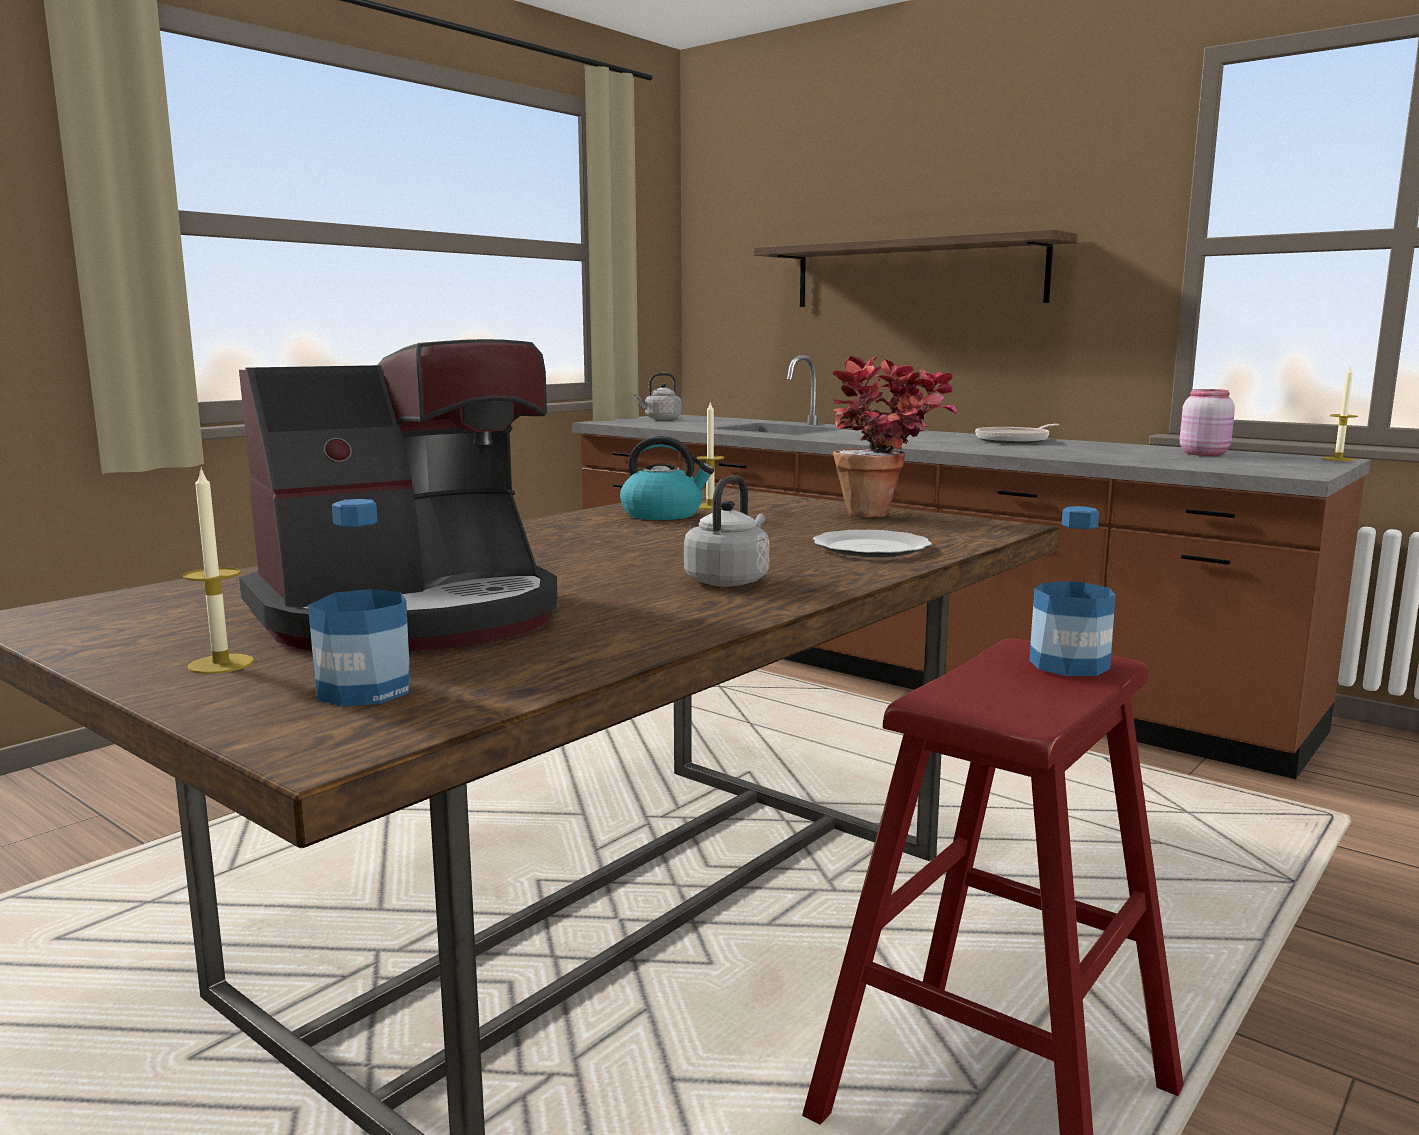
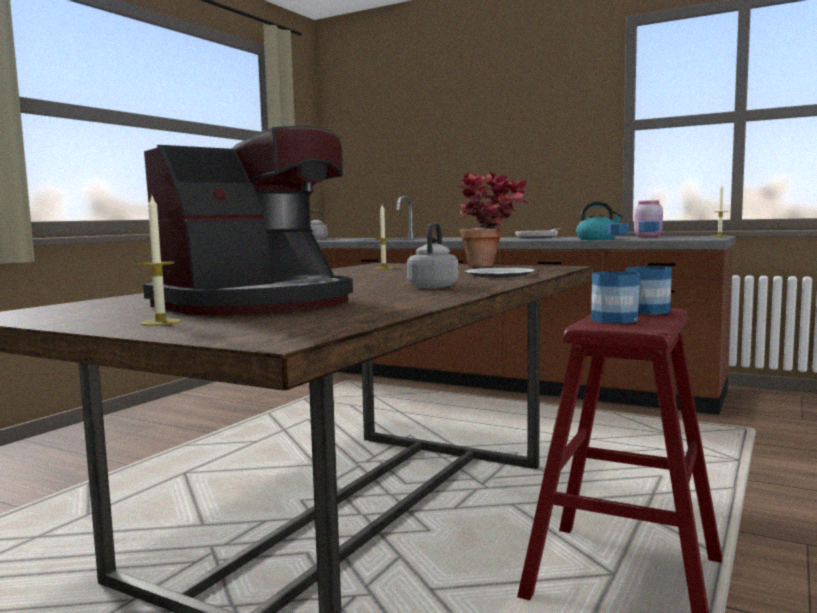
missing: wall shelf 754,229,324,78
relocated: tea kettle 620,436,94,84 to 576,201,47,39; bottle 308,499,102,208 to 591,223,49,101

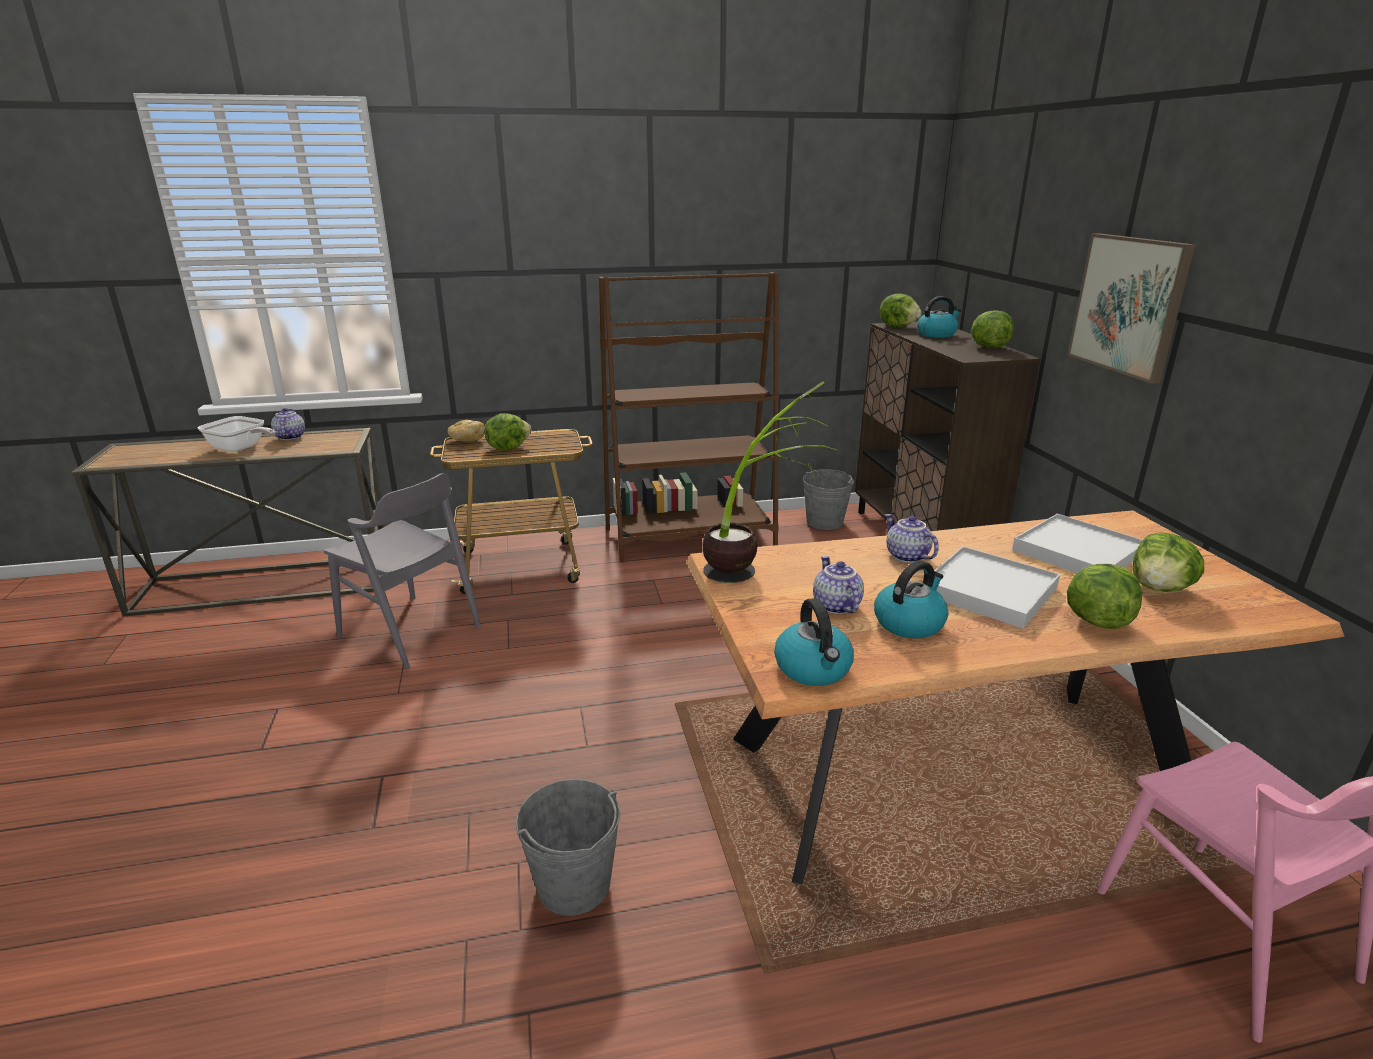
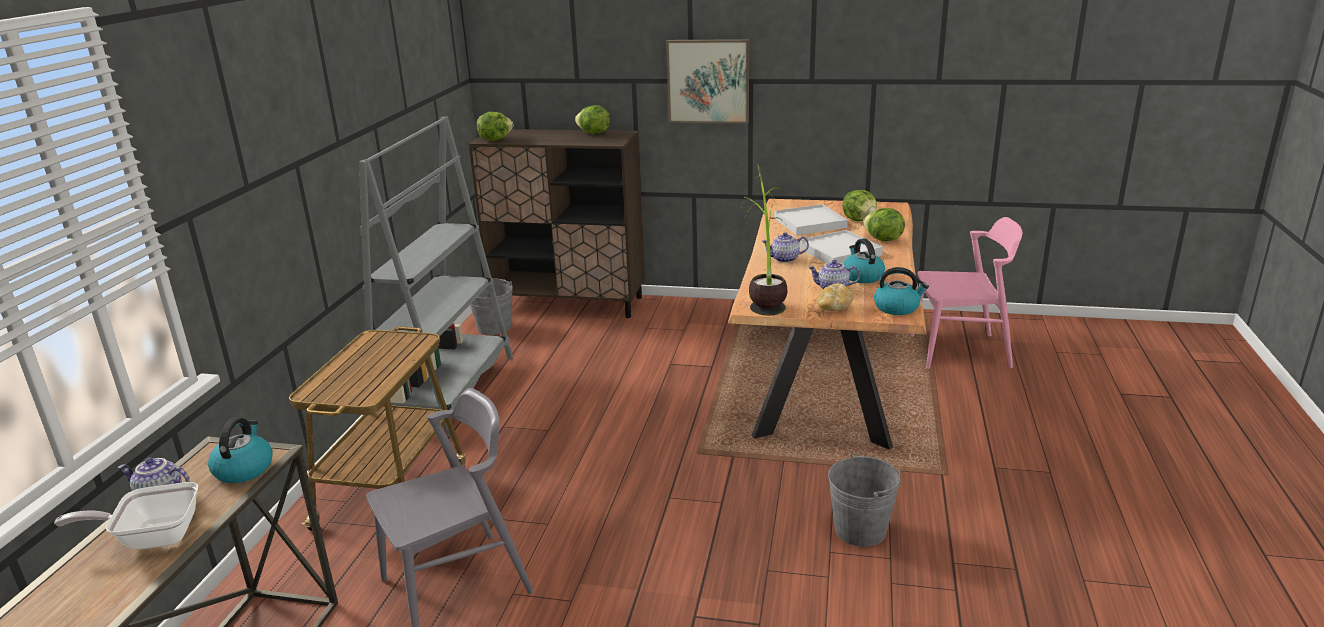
missing: lettuce 484,413,47,37
relocated: tea kettle 917,296,44,42 to 208,417,65,66; bakery bread 448,420,37,21 to 817,283,37,28
colour: bookcase/brownish 599,272,180,290 to bookcase/grey 359,116,154,321
spun: pan 198,416,78,36 = 54,482,144,68 150 degrees counterclockwise

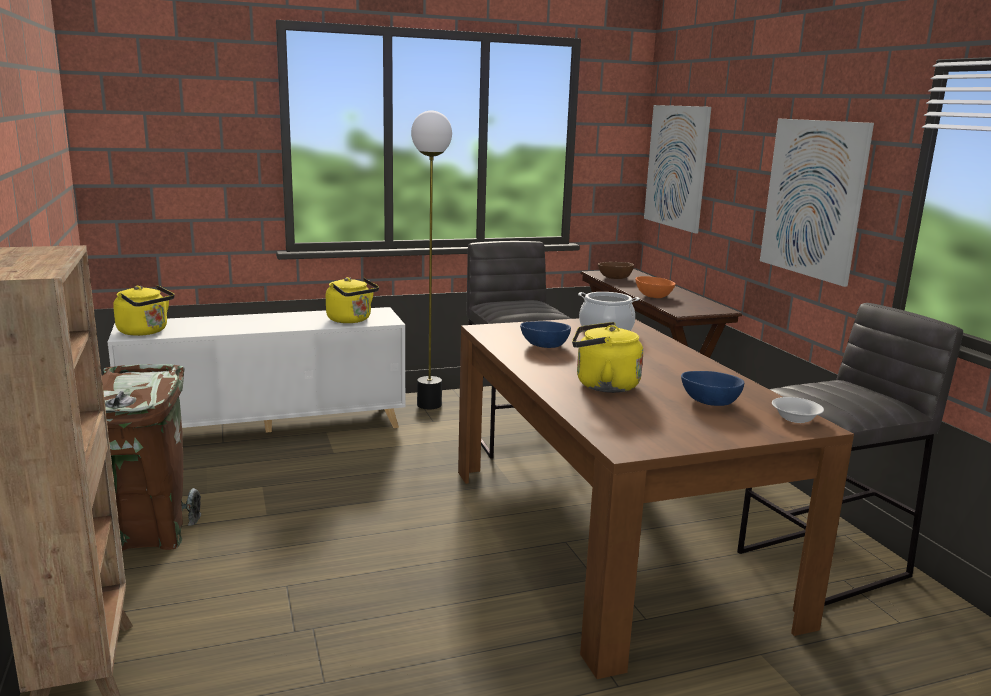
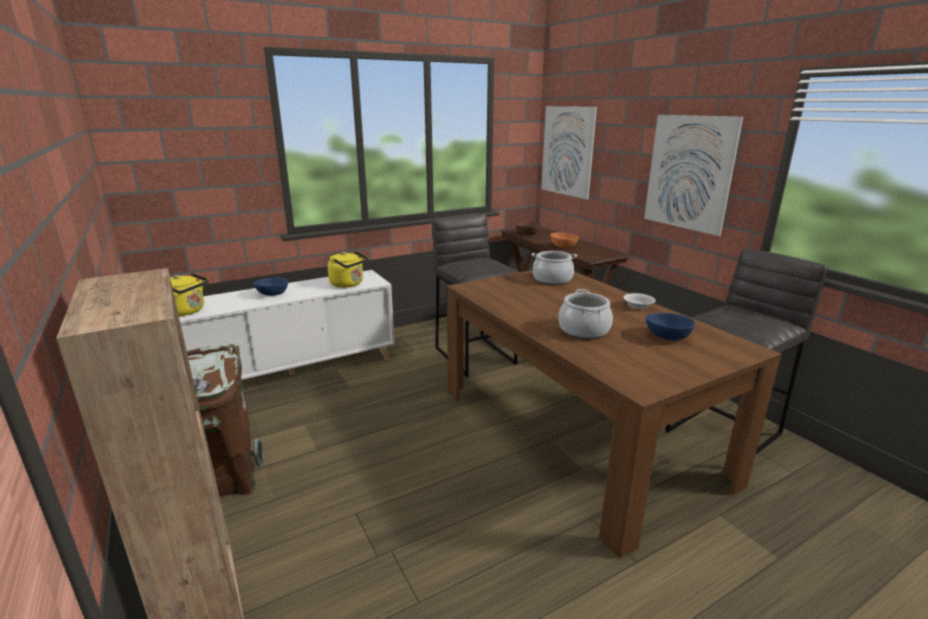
missing: standing lamp 411,110,41,299
relocated: deep dish/blue 520,321,51,27 to 253,278,35,18; deep dish/white 772,397,52,26 to 623,293,33,16
exchanged: tea kettle/yellow-coloured 572,322,71,71 to stockpot 558,289,55,50

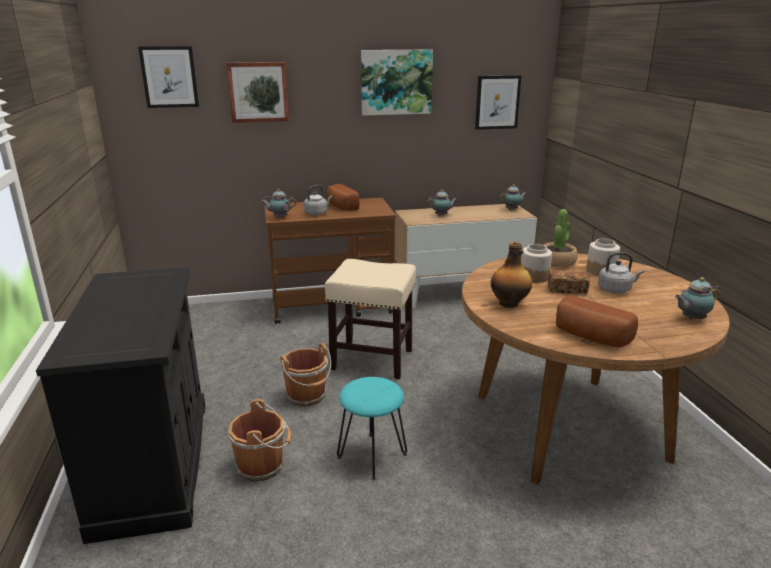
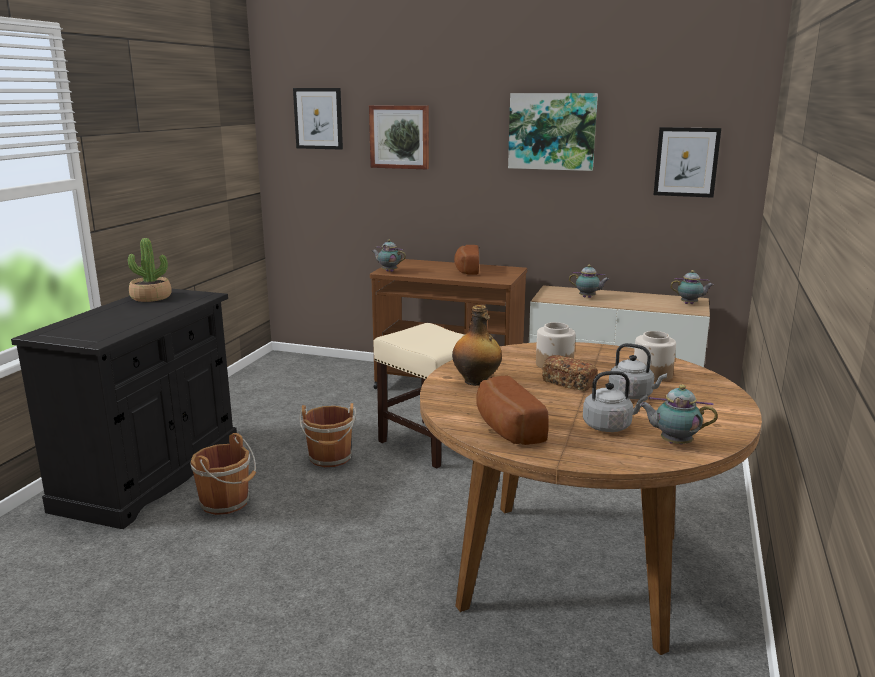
missing: stool seat/turquoise 337,377,70,103
relocated: tea kettle/grey 304,185,28,30 to 583,371,65,61; potted plant 544,209,34,58 to 128,238,44,64

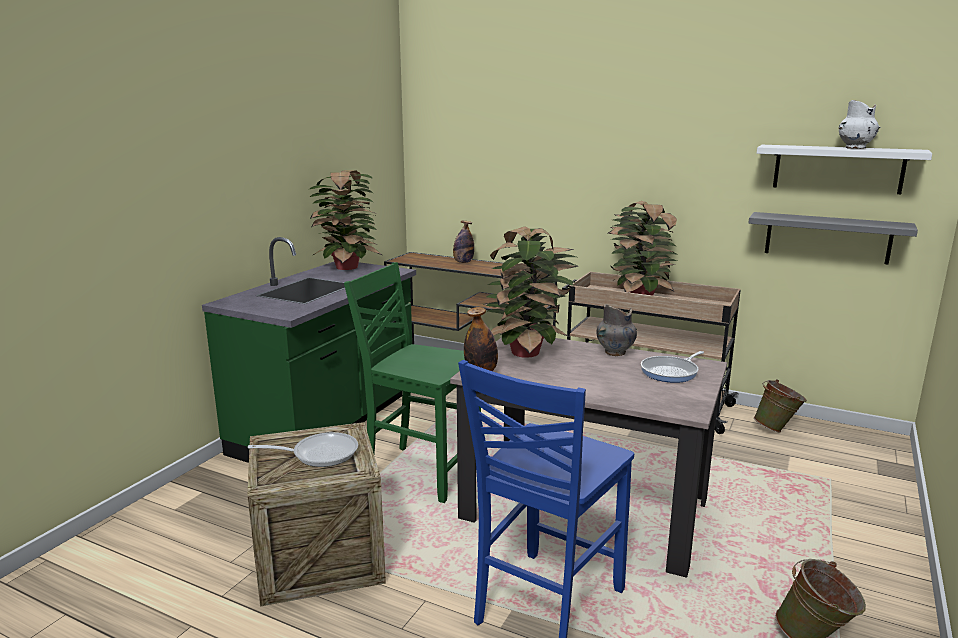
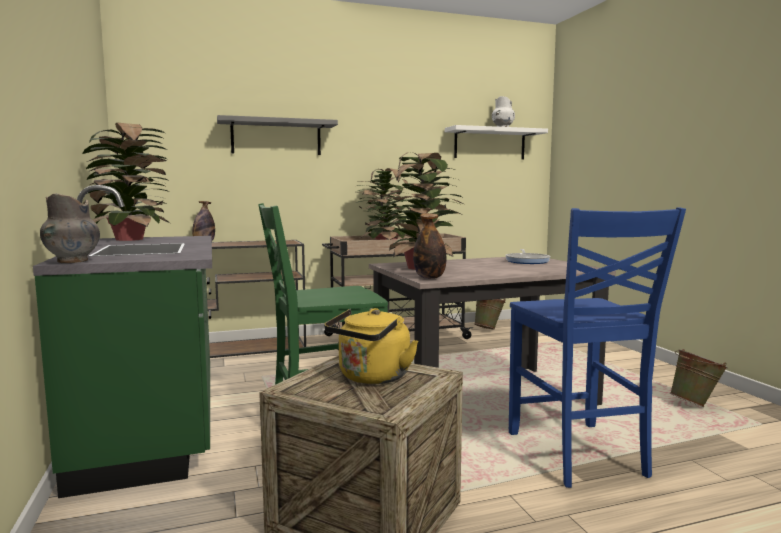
relocated: wall shelf/grey 748,212,170,53 to 217,115,121,40; vase/grey 596,305,41,51 to 40,194,60,69
exchanged: pan 248,432,110,35 to tea kettle/yellow-coloured 324,308,94,76

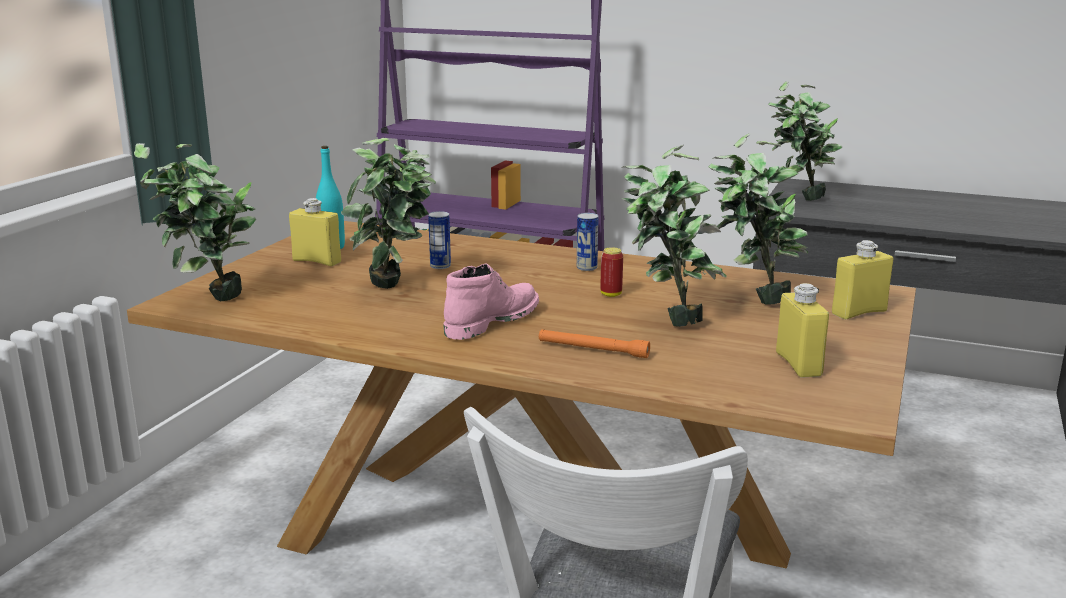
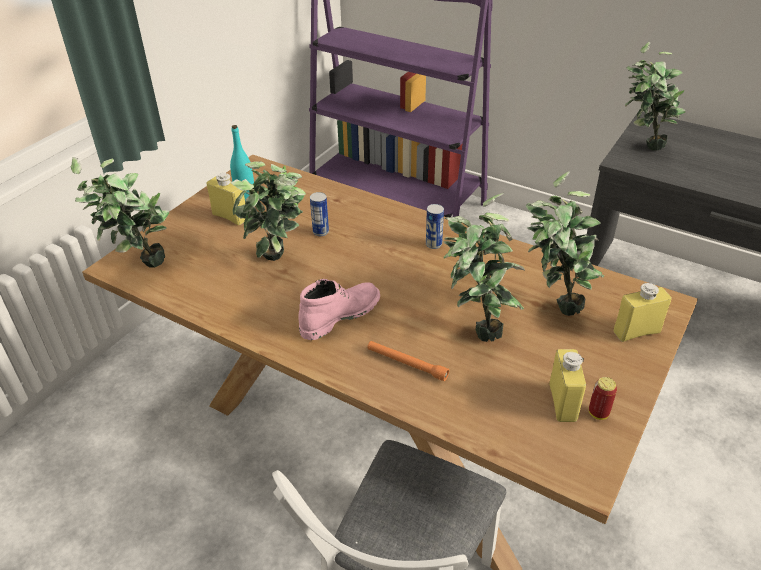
relocated: sealed can 601,247,22,50 to 589,377,28,43

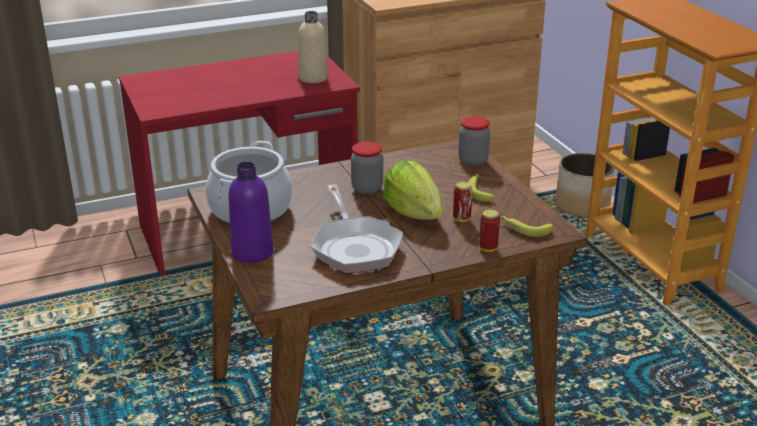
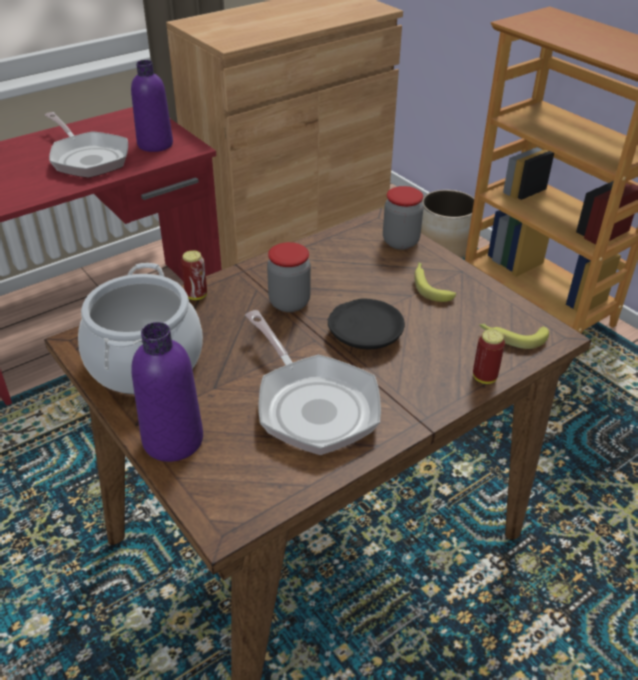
appeared: pan 45,112,83,66
relocated: sealed can 453,181,19,41 to 181,250,26,50
exchanged: lettuce 383,160,60,60 to plate/black-coloured 328,299,77,50
colour: bottle/beige 298,11,30,72 to bottle/purplish 131,60,42,92

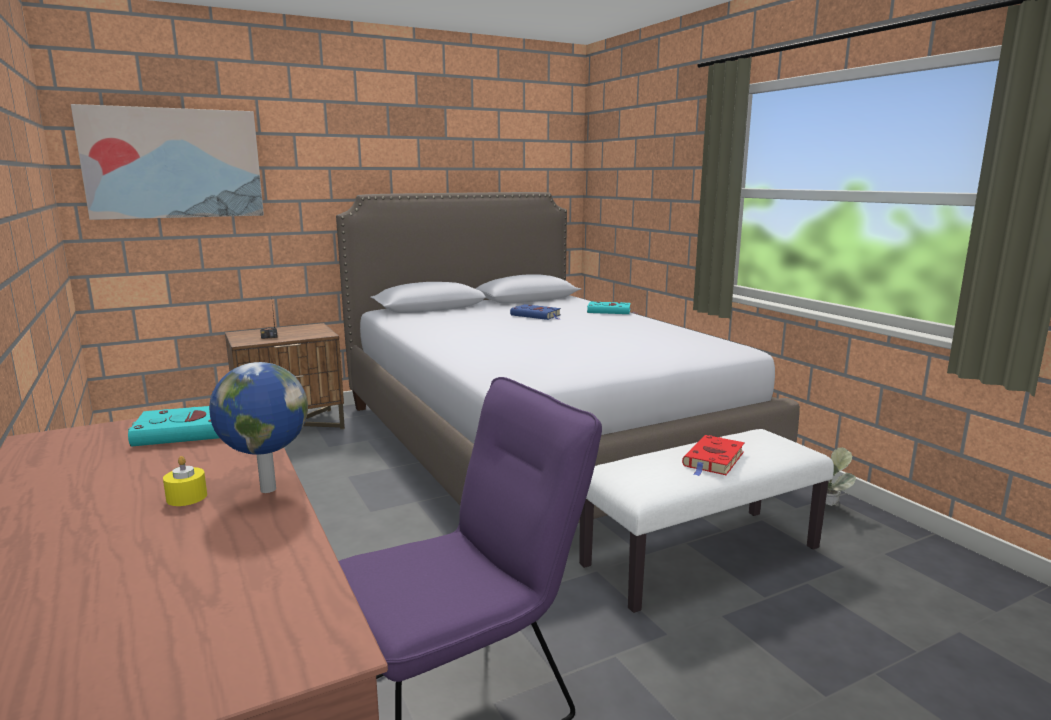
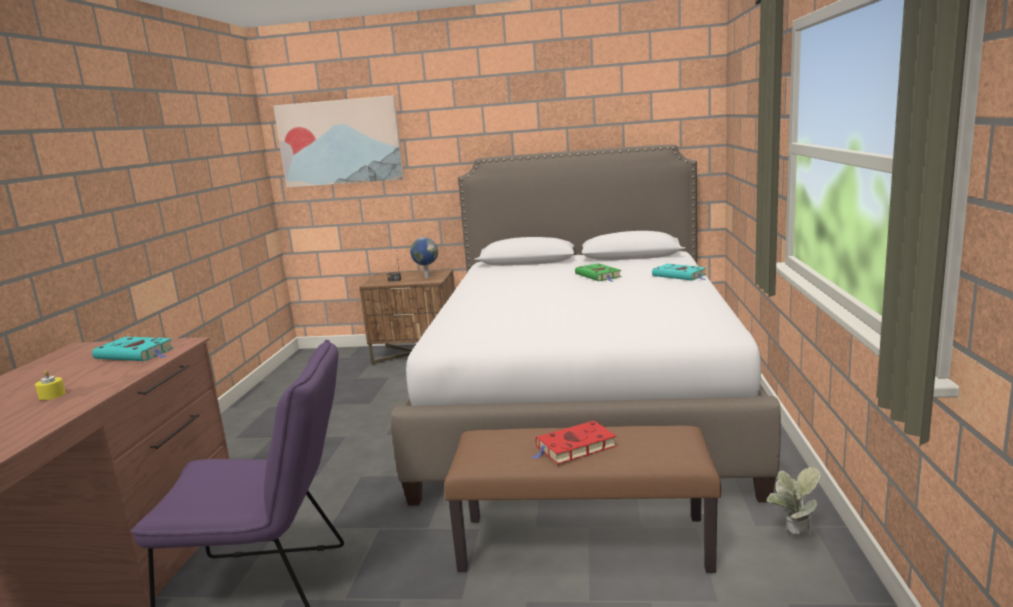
relocated: globe 209,362,99,131 to 410,237,28,41
colour: book/blue 510,304,51,16 to book/green 575,263,47,19; bench/white 579,429,255,184 to bench/brownish 444,425,277,148

